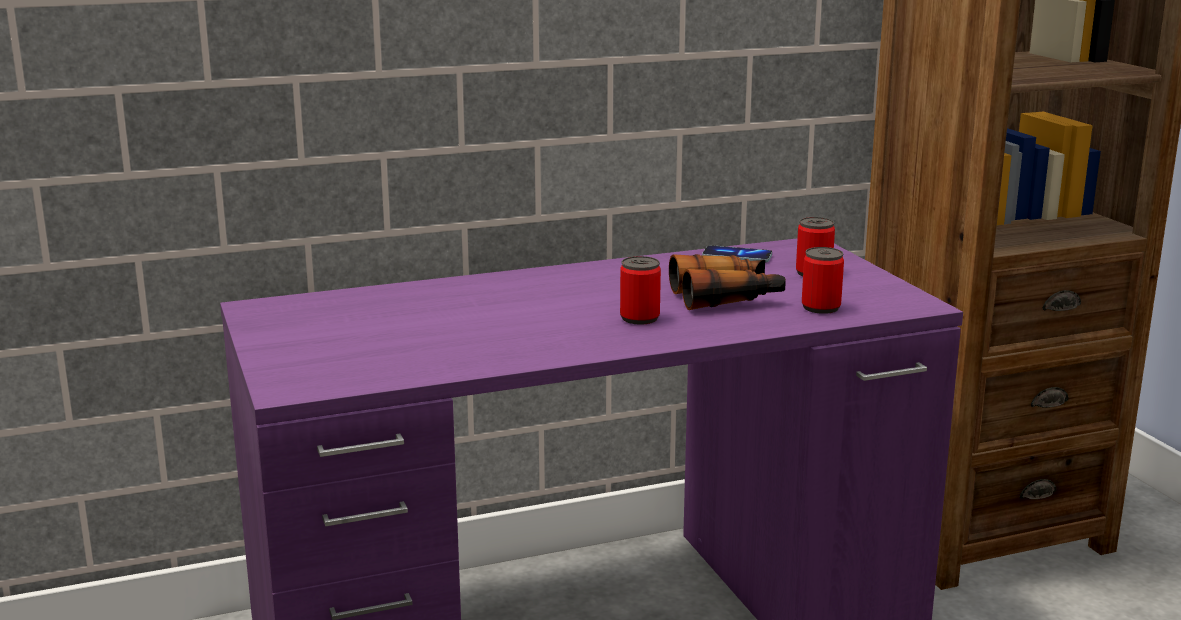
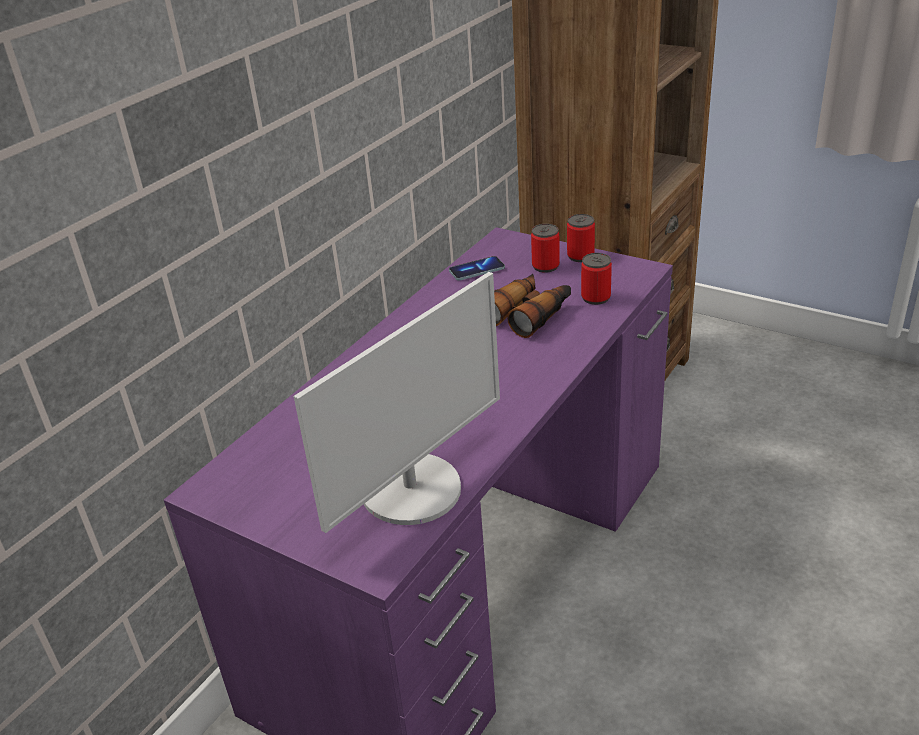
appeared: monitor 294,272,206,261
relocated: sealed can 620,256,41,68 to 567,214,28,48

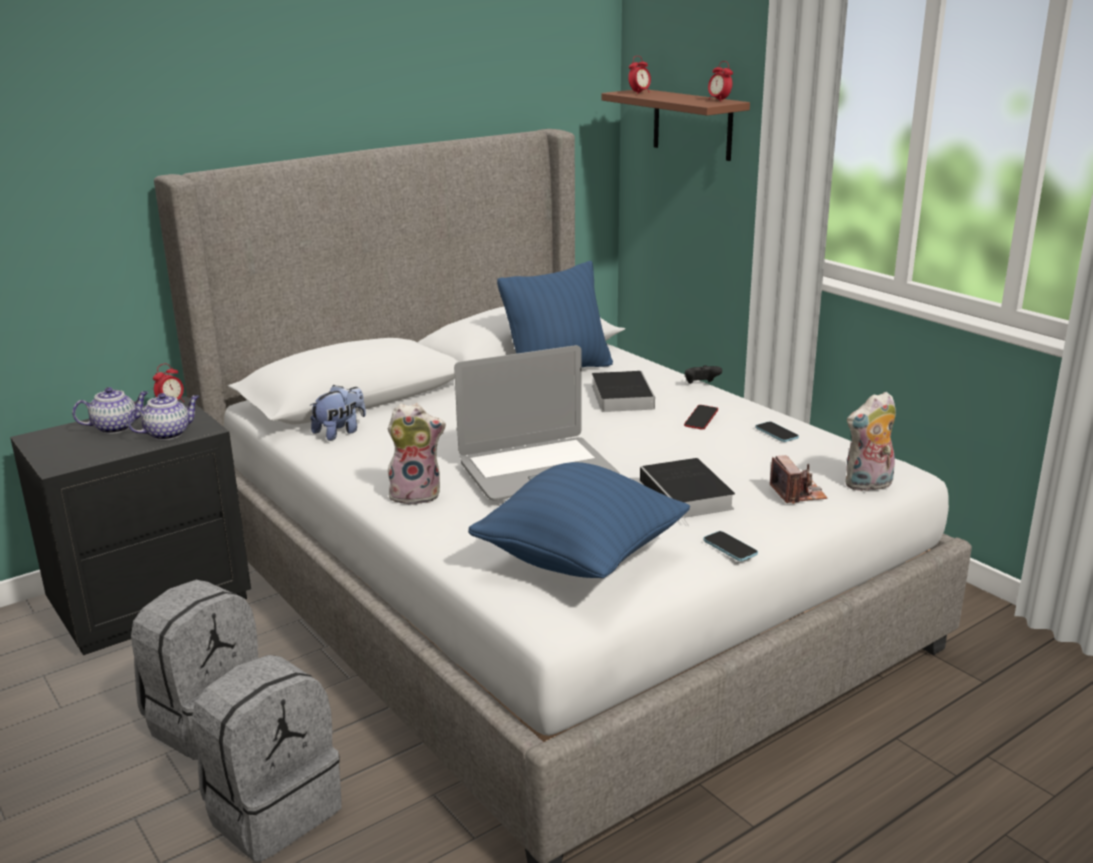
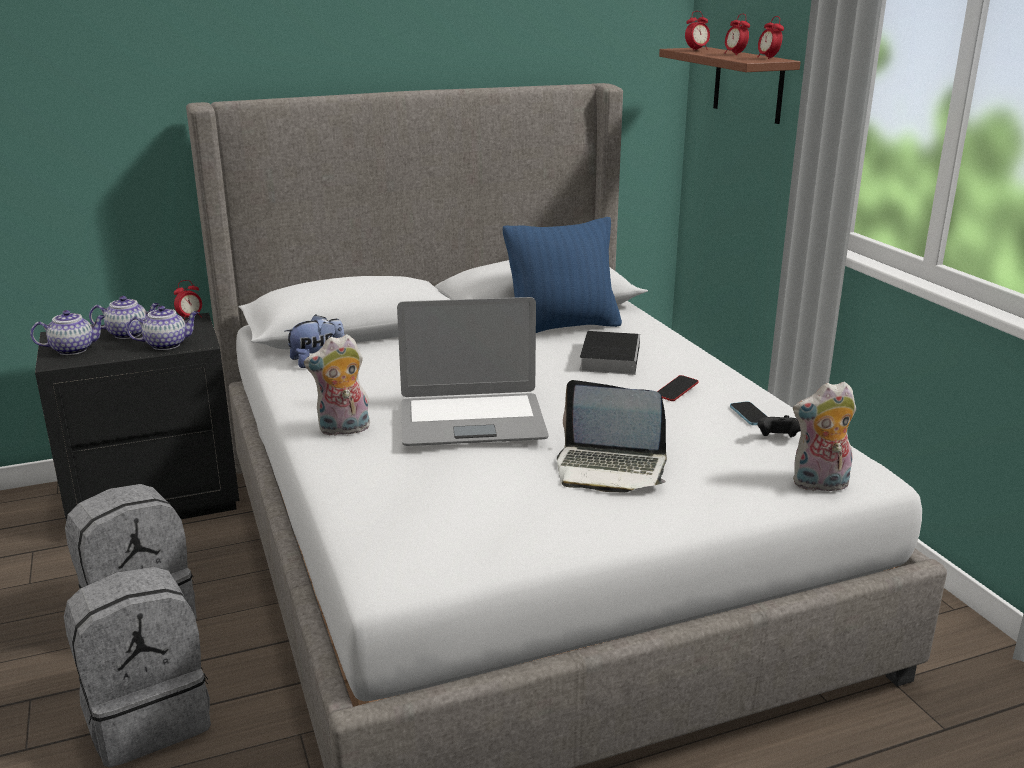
missing: photo camera 770,455,57,49; throw pillow/blue 468,462,222,116; telephone 703,531,55,30
appeared: table clock 725,14,25,41; teapot 30,310,76,45
relocated: joypad/black-coloured 685,365,37,19 to 758,415,43,22
exchanged: book 640,458,95,68 to laptop 557,380,110,112
spun: cuddly toy 388,404,58,101 = 304,334,66,102 150 degrees clockwise

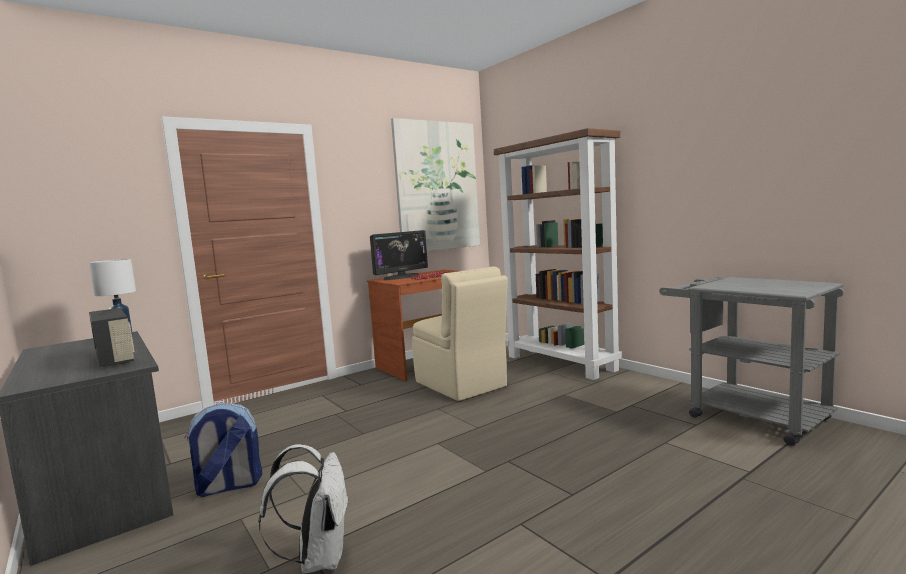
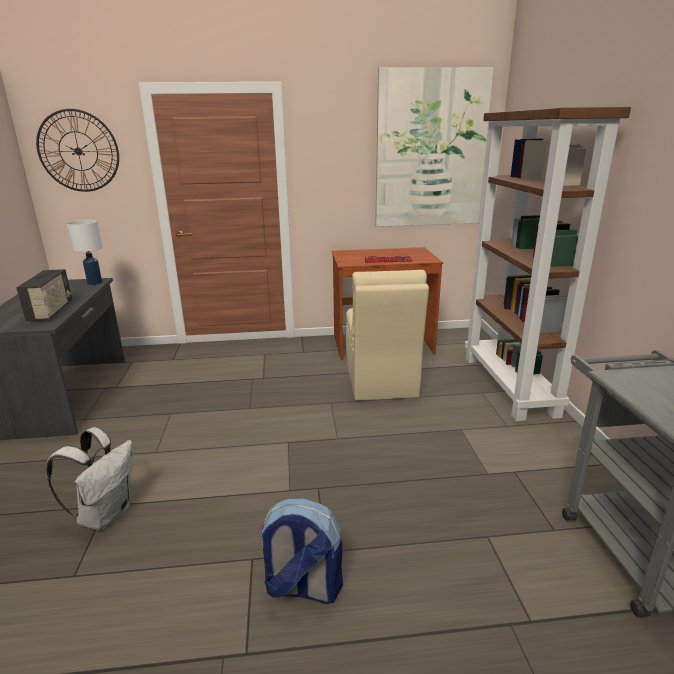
missing: monitor 370,230,58,50
appeared: clock on the wall 36,109,83,83
relocated: knapsack 185,403,78,94 to 259,498,84,106

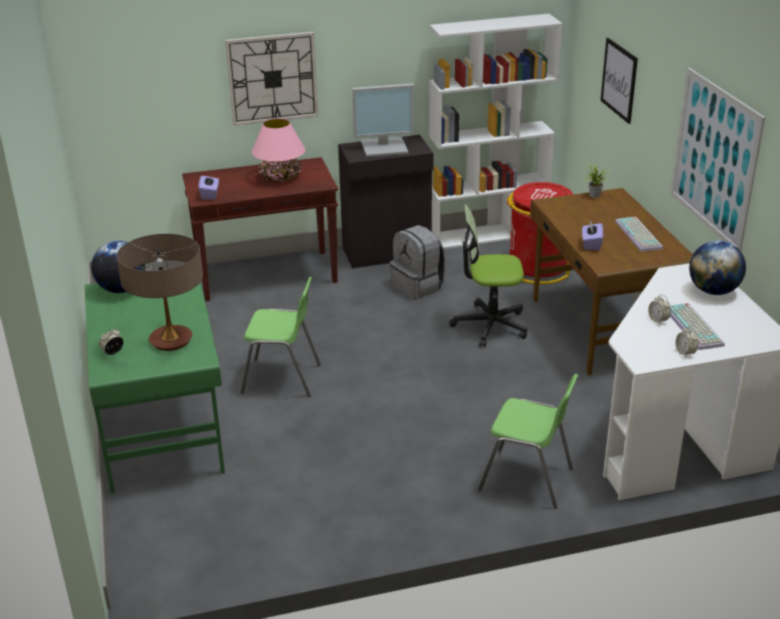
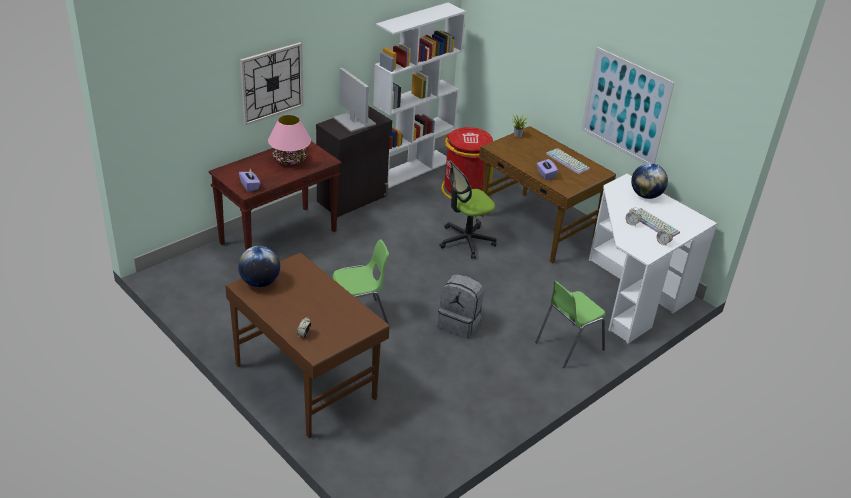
missing: picture 600,38,38,86; tabletop lamp 117,234,86,117
relocated: knapsack/grey 390,225,56,74 to 438,274,46,64
colour: desk unit/green 85,282,140,212 to desk unit/brownish 225,253,164,186
spun: monitor 352,84,62,73 = 333,68,43,64 90 degrees counterclockwise; plain chair/green 478,374,100,135 = 535,281,70,87 150 degrees clockwise

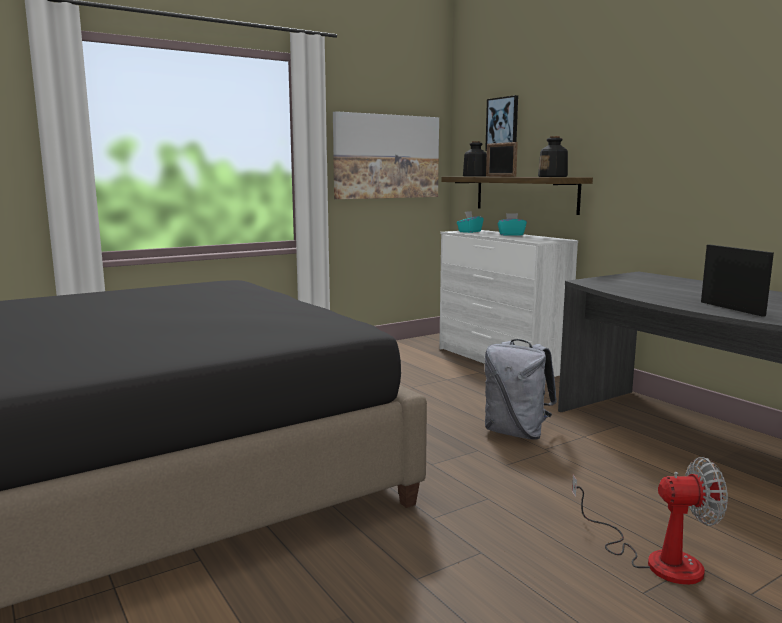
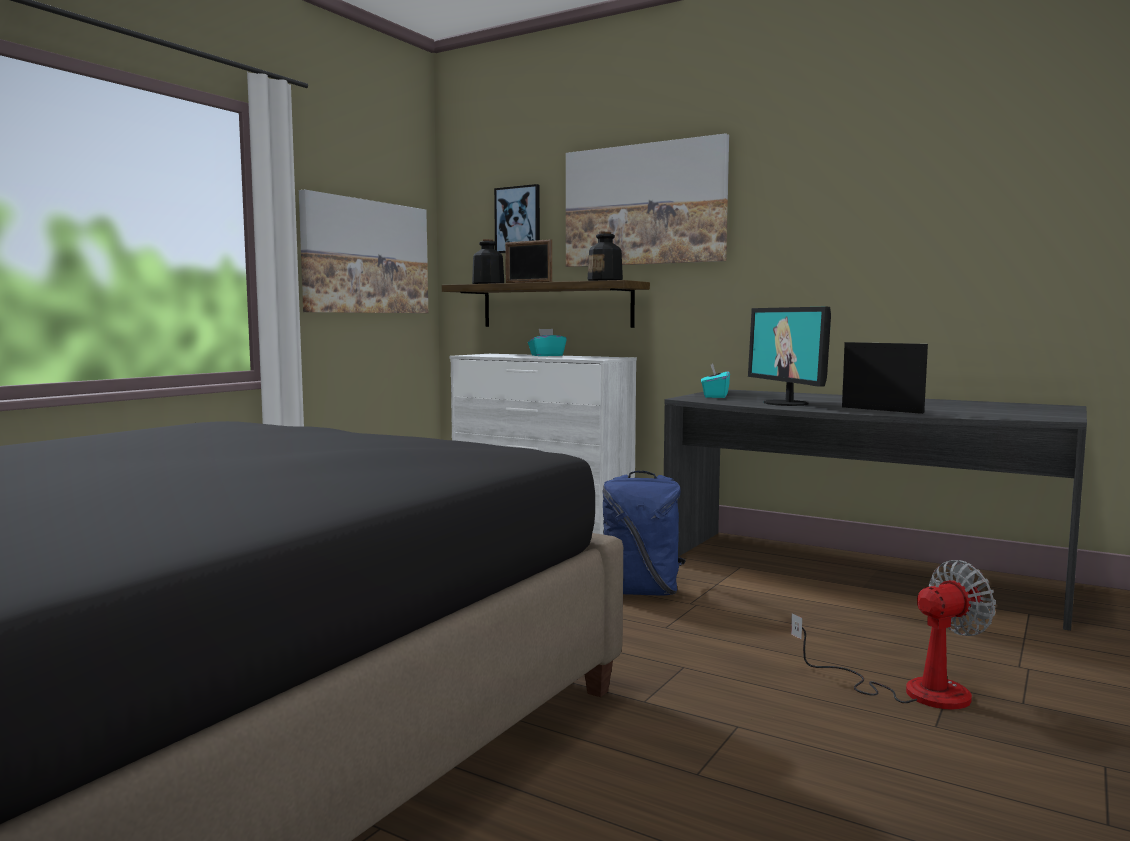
appeared: picture 566,133,163,134; monitor 748,307,83,99
relocated: tissue holder/turquoise 457,211,27,22 to 701,364,29,34
colour: knapsack/grey 485,339,72,101 to knapsack/blue 602,471,84,124

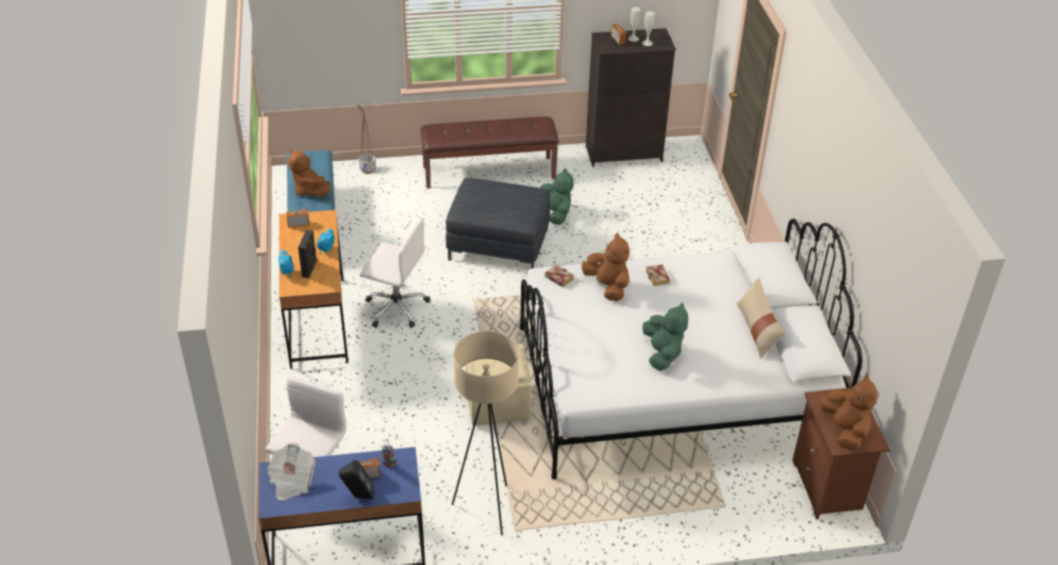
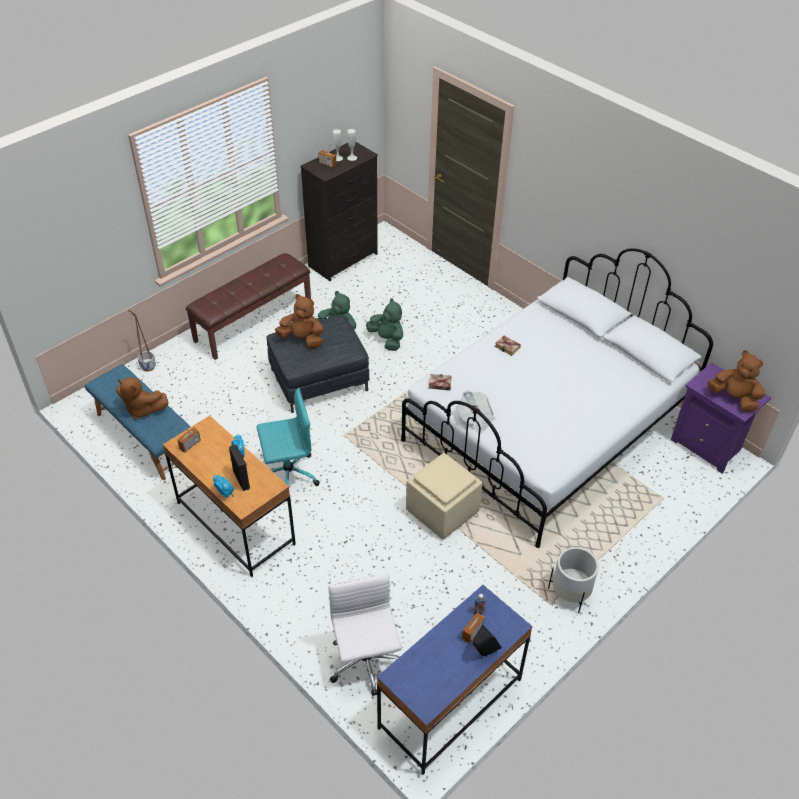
missing: throw pillow/beige 737,277,48,82; standing lamp/beige 452,331,67,204
appeared: planter/white 548,547,51,66
relocated: cuddly toy/brownish 581,233,49,68 to 275,294,49,54; cuddly toy/green 642,303,46,68 to 366,298,37,53; daily paper 267,443,48,57 to 458,390,37,43
colour: computer chair/white 360,219,70,109 to computer chair/turquoise 257,388,63,114; bedside table/brownish 792,388,98,132 to bedside table/purplish 671,362,100,112

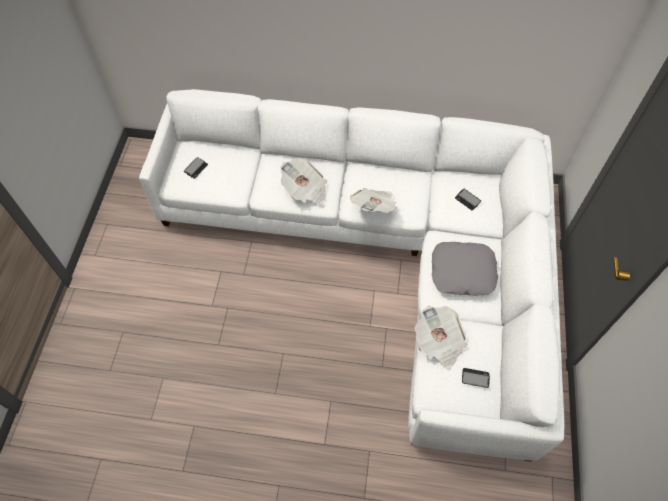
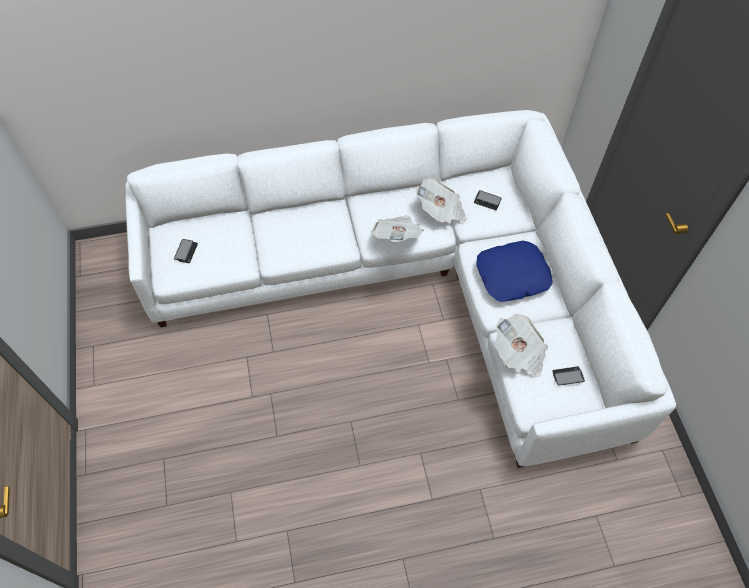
relocated: daily paper 281,158,46,47 to 416,178,51,46
colour: throw pillow/grey 432,242,66,54 to throw pillow/blue 476,241,77,61

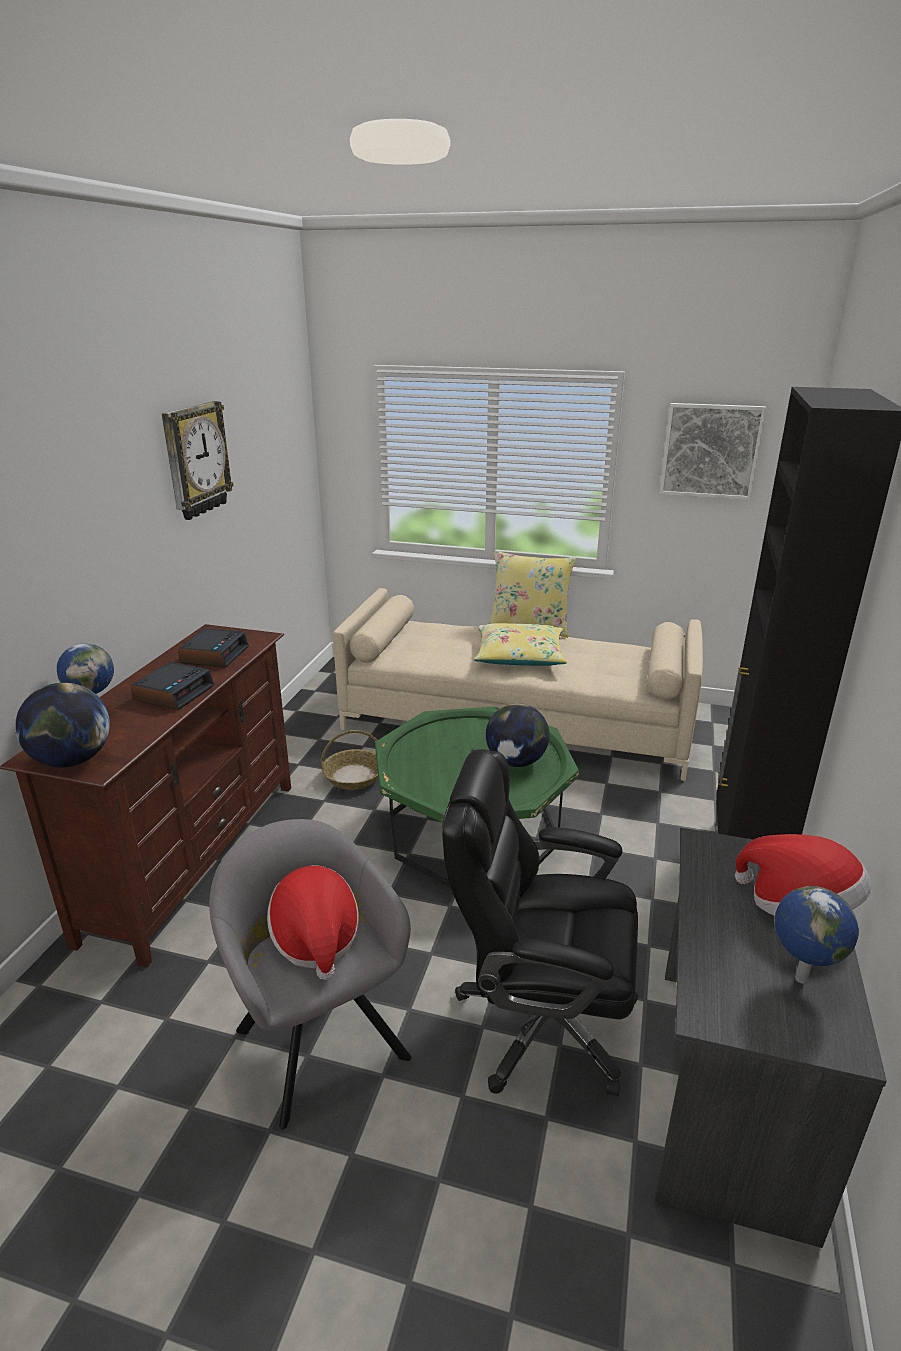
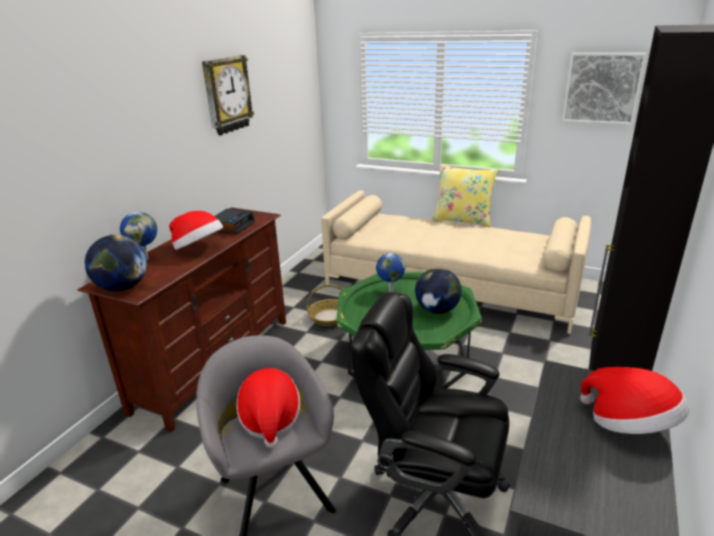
missing: throw pillow/yellow-coloured 474,623,93,43
relocated: globe 775,886,84,98 to 376,253,29,39
exchanged: table clock 130,662,84,48 to clothing hat 169,211,54,39

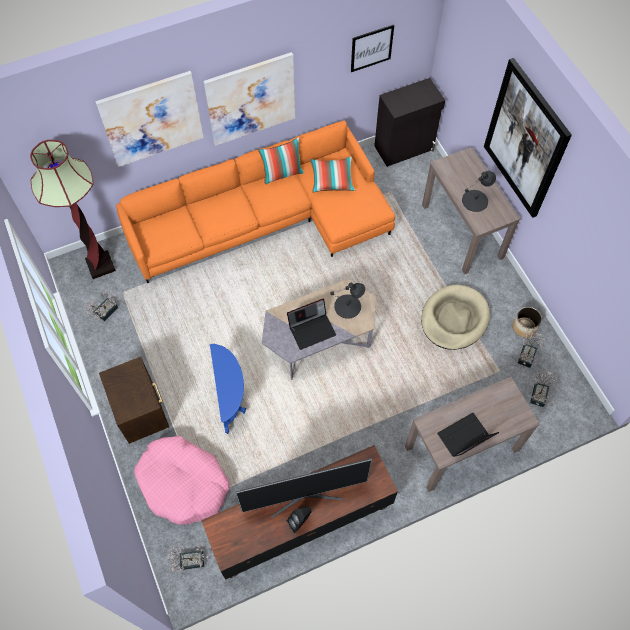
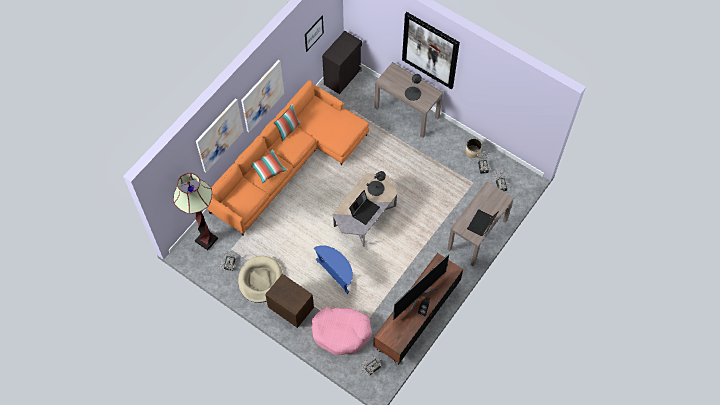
relocated: throw pillow 310,157,45,35 to 251,149,36,34; pet bed/beige 421,284,69,66 to 238,256,44,47

